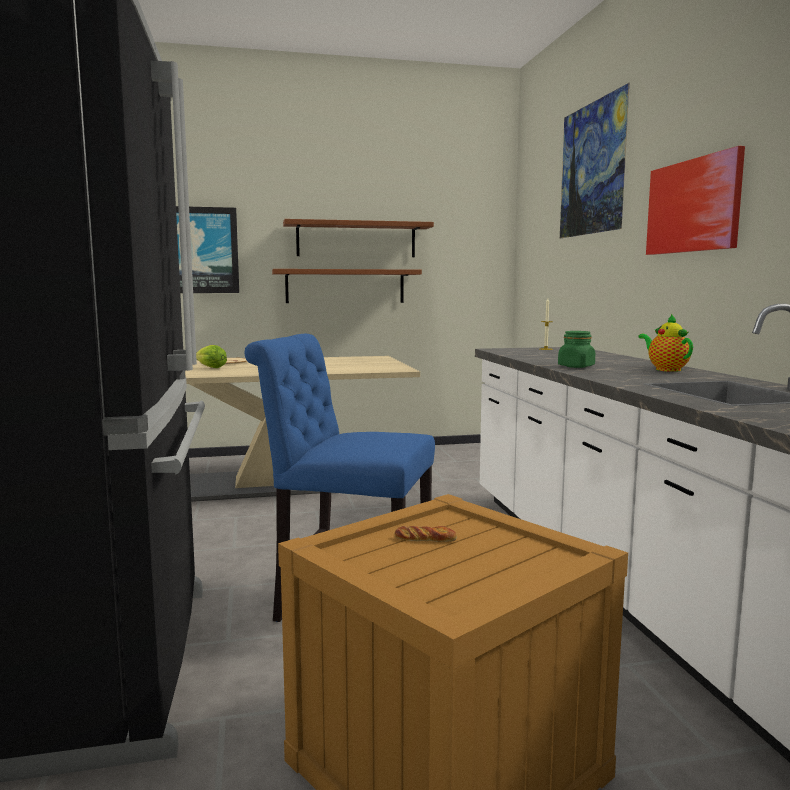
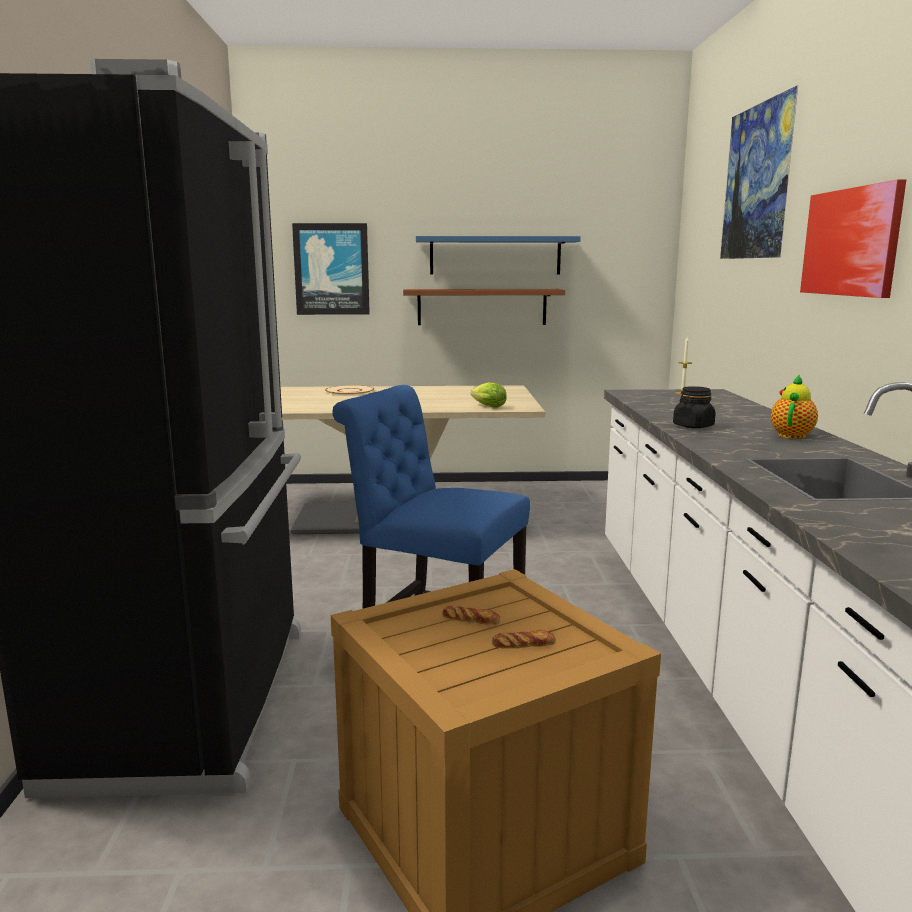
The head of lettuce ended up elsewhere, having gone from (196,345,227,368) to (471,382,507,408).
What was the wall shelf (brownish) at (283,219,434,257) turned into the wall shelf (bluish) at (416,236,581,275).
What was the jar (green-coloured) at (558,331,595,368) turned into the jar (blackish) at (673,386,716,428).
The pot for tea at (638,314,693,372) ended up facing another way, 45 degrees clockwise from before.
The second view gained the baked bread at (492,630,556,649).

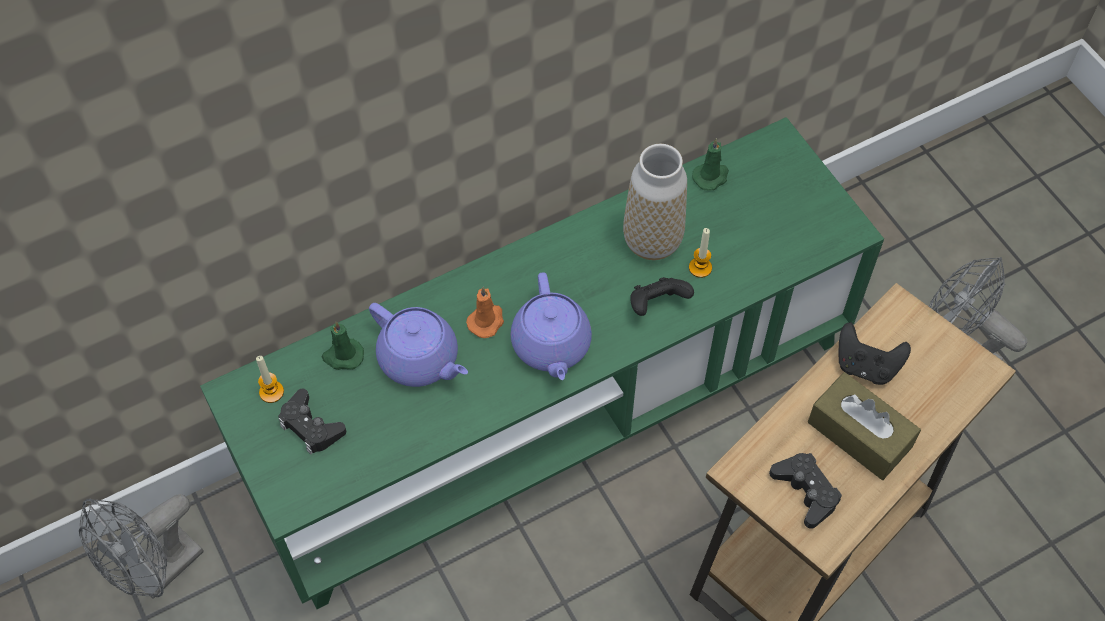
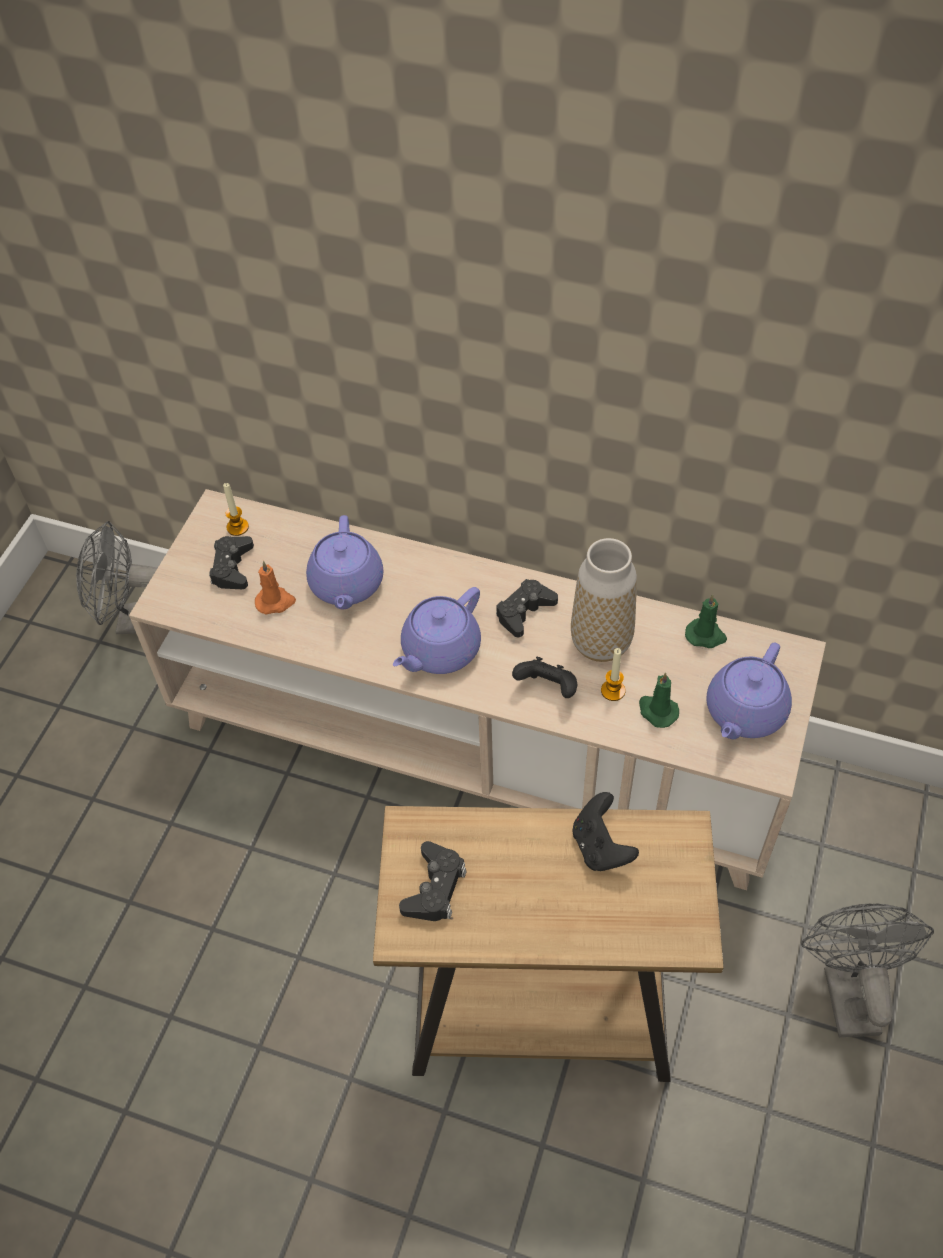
What was the tv unit (green-coloured) at (200,117,884,609) turned into the tv unit (sand-coloured) at (129,489,826,890).
The wax light (green-coloured) ended up elsewhere, having gone from (322,321,364,370) to (639,672,679,728).
The wax light (orange) ended up elsewhere, having gone from (466,287,504,338) to (255,561,296,615).
The second view lost the box of tissues (brownish) at (808,372,921,480).
The second view gained the gamepad (blackish) at (496,579,558,637).
The second view gained the pot for tea (purple-coloured) at (707,643,792,739).

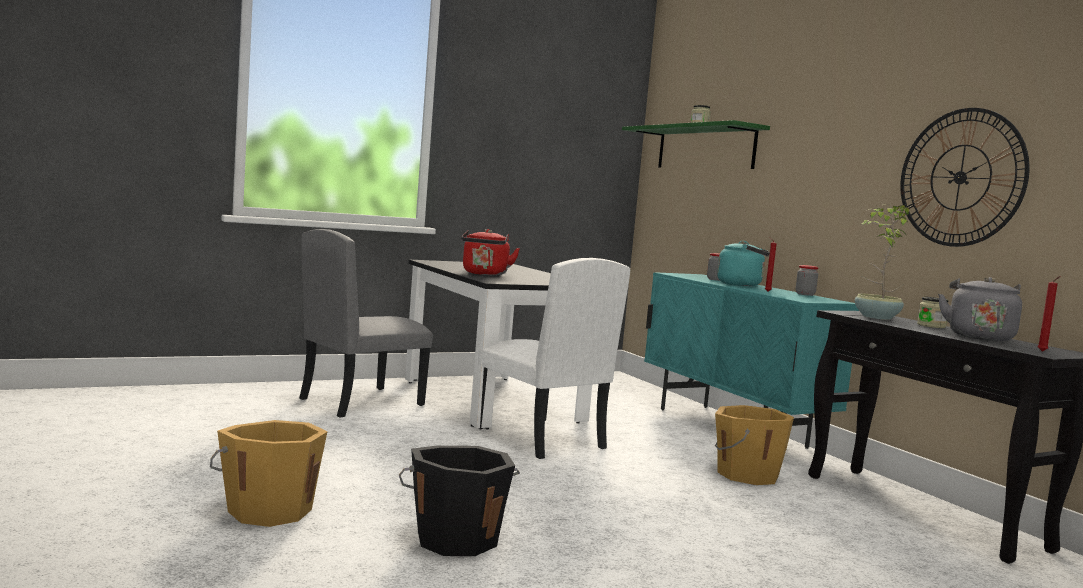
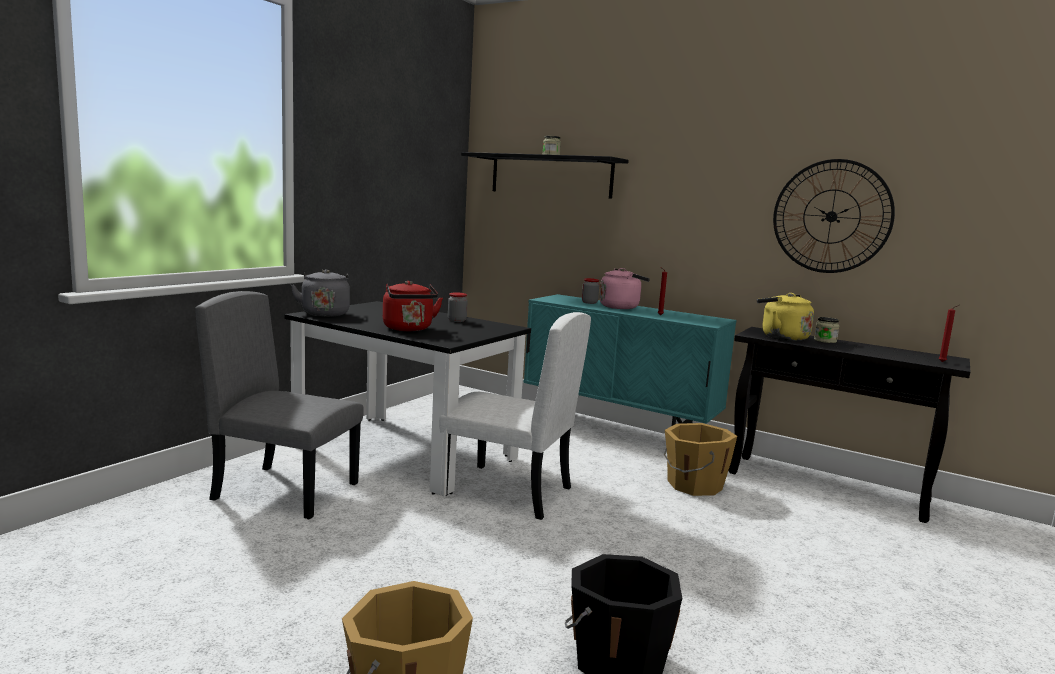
The upright chair (greyish) at (299,229,433,417) ended up facing another way, 90 degrees clockwise from before.
What was the wall shelf (green-coloured) at (622,120,770,169) turned into the wall shelf (blackish) at (461,152,629,199).
What was the kettle (blue-green) at (717,241,770,286) turned into the kettle (pinkish) at (600,268,650,309).
The jar ended up elsewhere, having gone from (796,265,818,296) to (448,292,468,322).
Where the houseplant stood at (855,204,909,320), the kettle (yellow-coloured) came to stand at (757,293,814,341).
The kettle (greyish) ended up elsewhere, having gone from (938,277,1022,341) to (291,269,350,317).

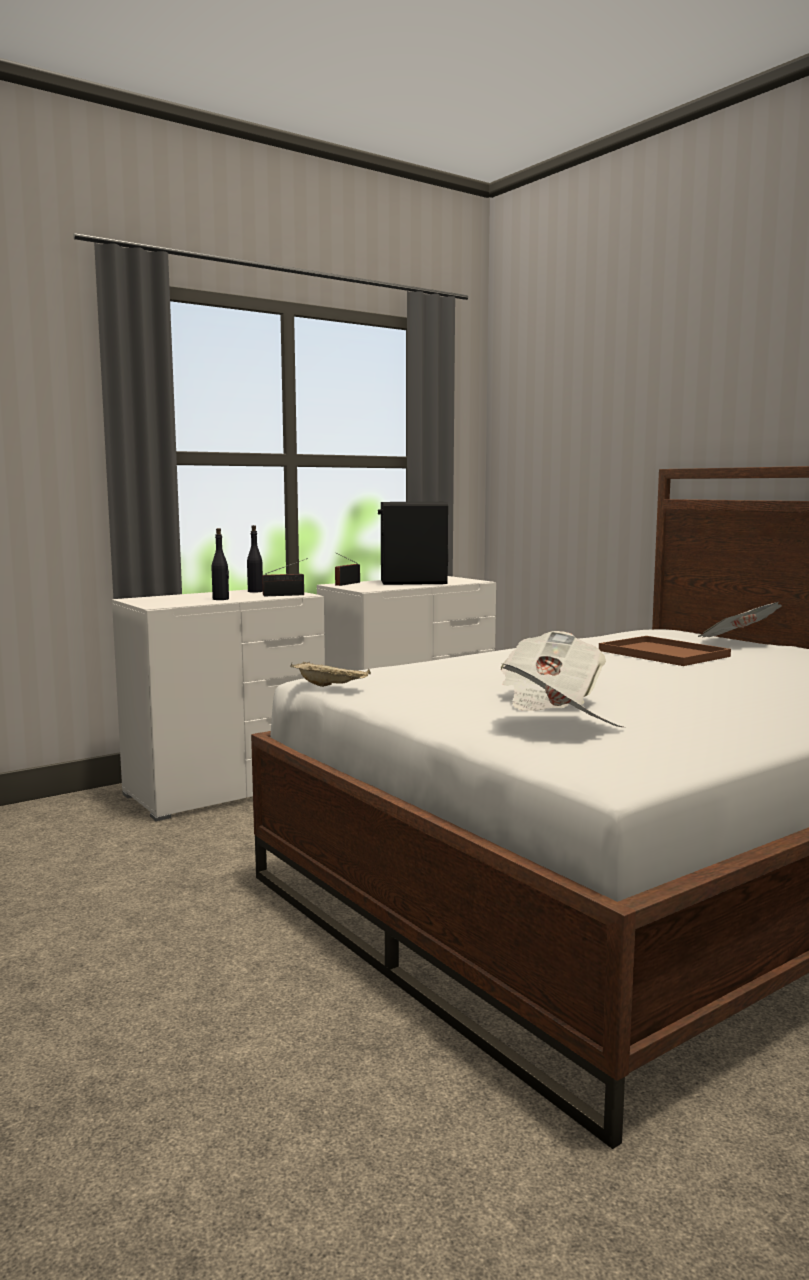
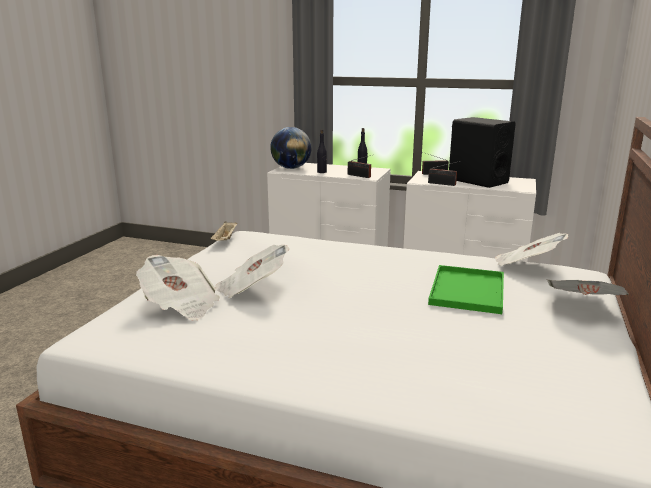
What was the tray (brownish) at (599,636,731,666) turned into the tray (green-coloured) at (428,265,504,314).
The second view gained the globe at (270,127,312,169).
The second view gained the radio receiver at (428,161,460,186).
The second view gained the newspaper at (495,233,568,266).

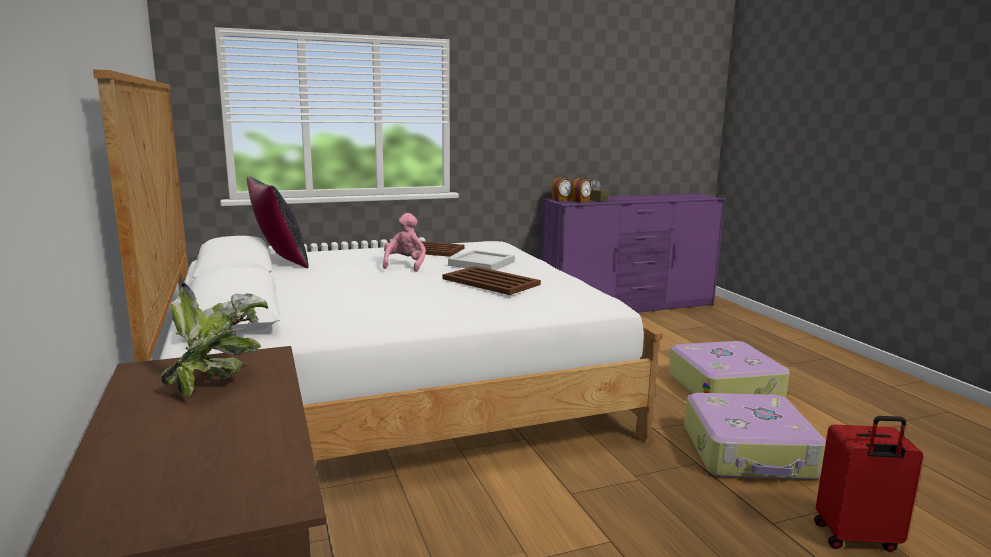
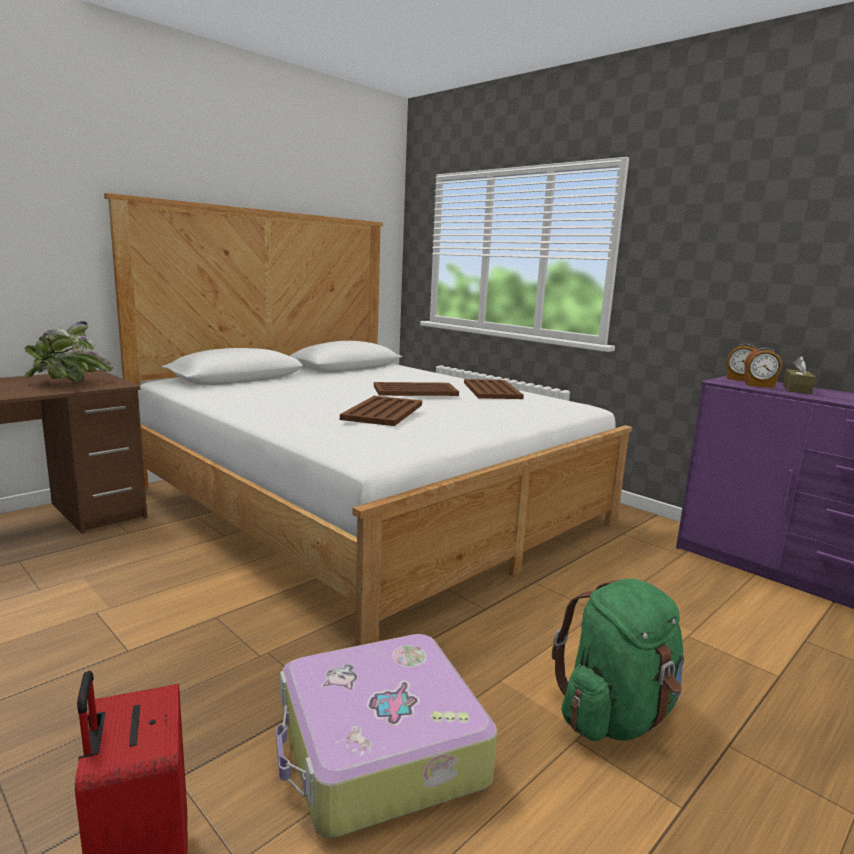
The second view lost the cushion (blackish) at (247,176,309,268).
Where the soft toy (pinkish) stood at (383,213,426,272), the tray (brownish) came to stand at (374,382,459,396).
The second view lost the tray (whitish) at (448,250,515,270).
Where the piece of luggage stood at (669,341,790,398), the rucksack (green-coloured) came to stand at (552,579,684,741).

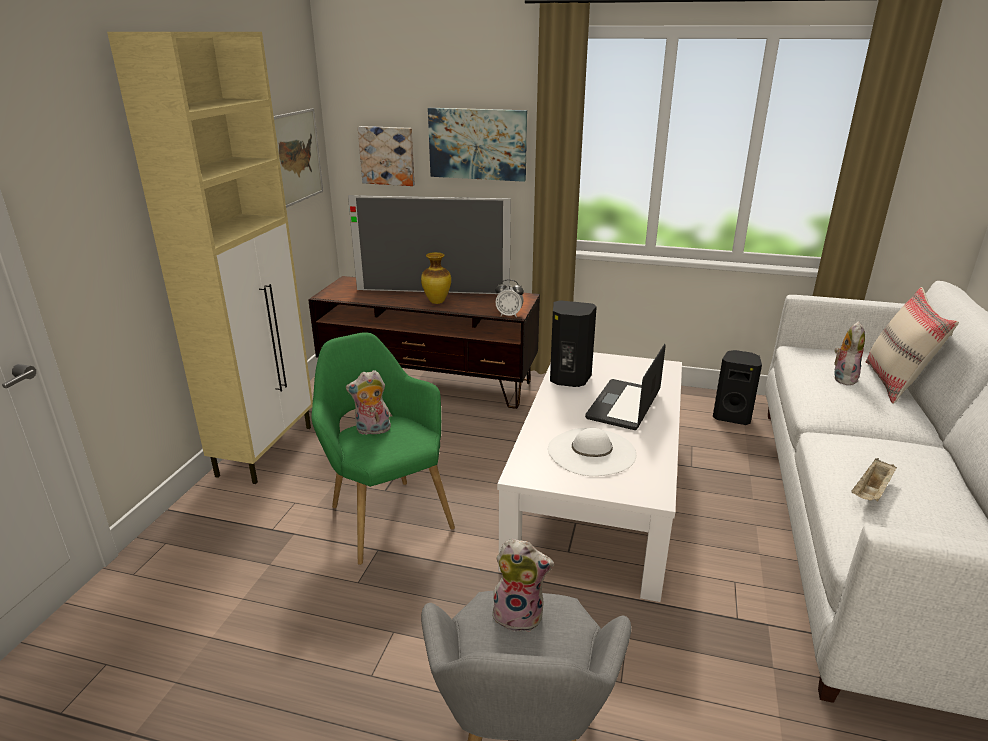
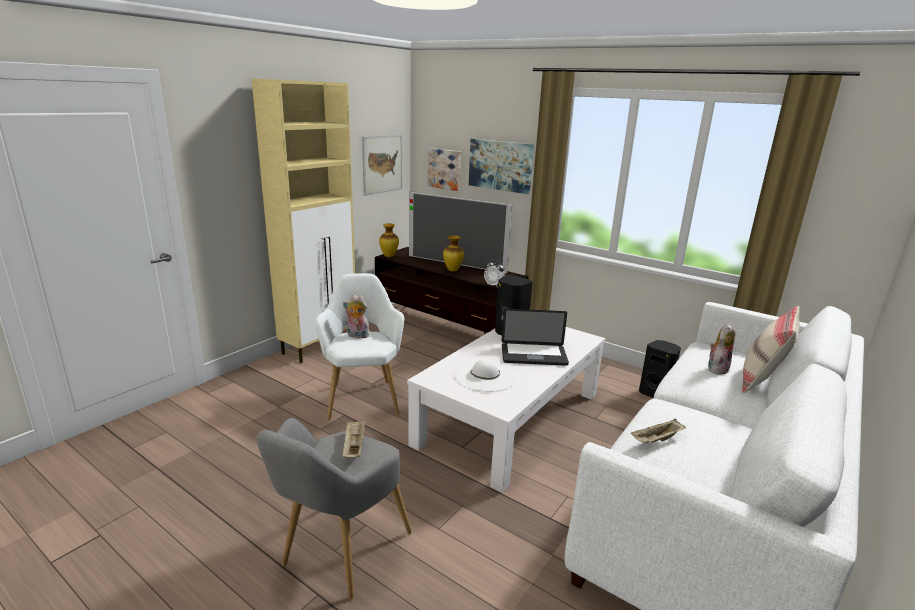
What was the lounge chair (green-coloured) at (311,332,455,565) turned into the lounge chair (whitish) at (315,273,404,420).
Where the soft toy stood at (492,539,554,632), the tray (sand-coloured) came to stand at (342,420,366,457).
The portable computer at (585,344,666,430) ended up facing another way, 135 degrees counterclockwise from before.
The second view gained the flower vase at (379,224,399,257).

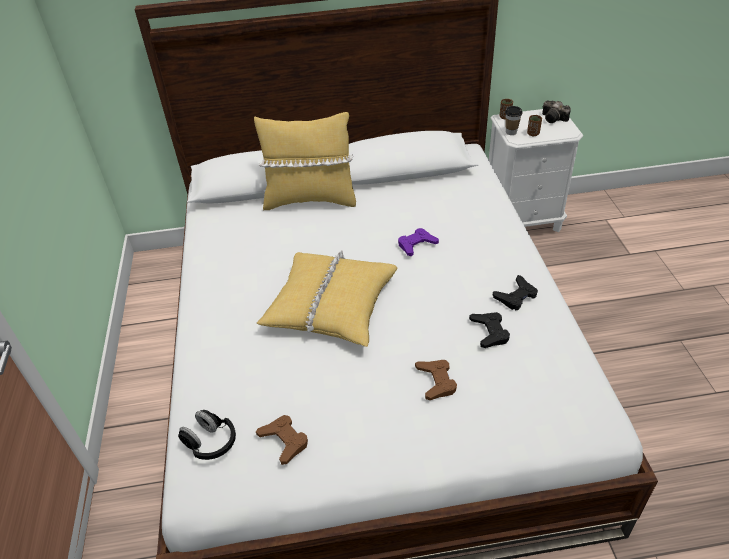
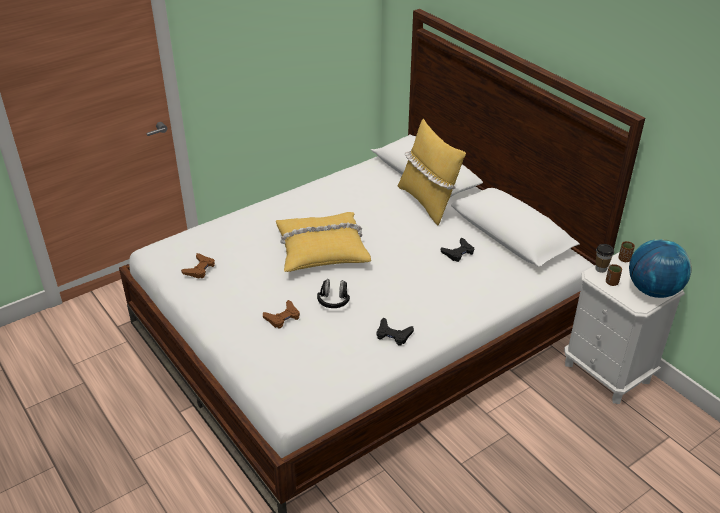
The pair of headphones (blackish) ended up elsewhere, having gone from (178,410,236,460) to (317,279,350,308).
The second view lost the gamepad (purple-coloured) at (398,228,439,256).
The gamepad (blackish) ended up elsewhere, having gone from (469,312,510,348) to (441,237,475,262).
Where the photo camera stood at (542,100,571,123), the globe came to stand at (629,239,692,298).

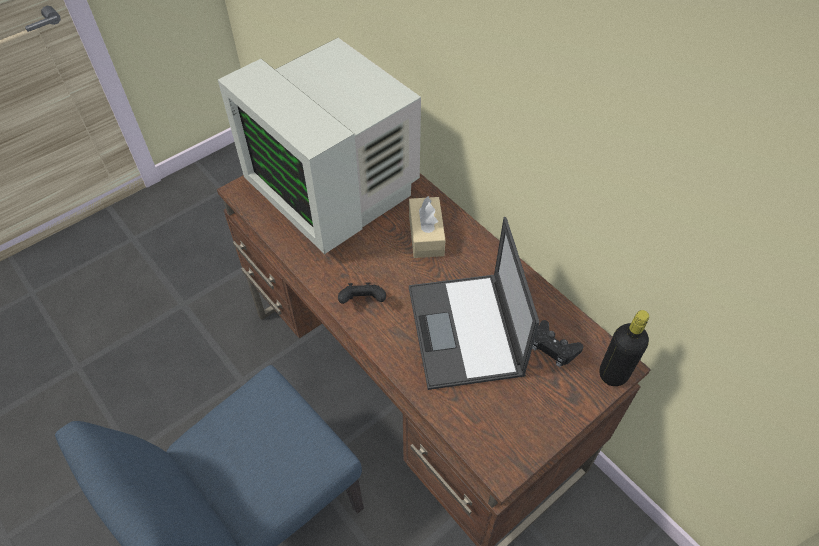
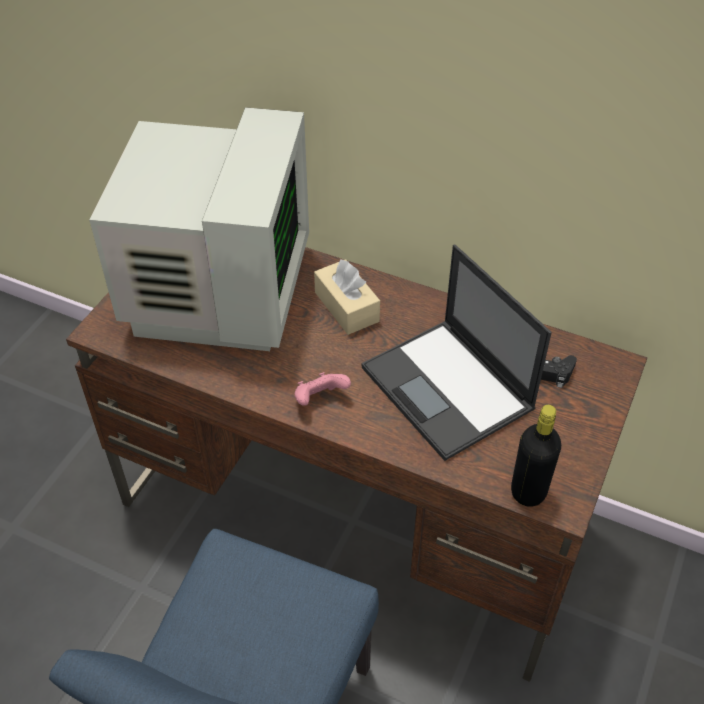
The computer display at (218,38,421,254) ended up facing another way, 105 degrees counterclockwise from before.
What was the gamepad (blackish) at (338,282,386,304) turned into the gamepad (pinkish) at (295,372,351,406).
The drink bottle (blackish) ended up elsewhere, having gone from (599,310,649,386) to (511,405,561,507).

